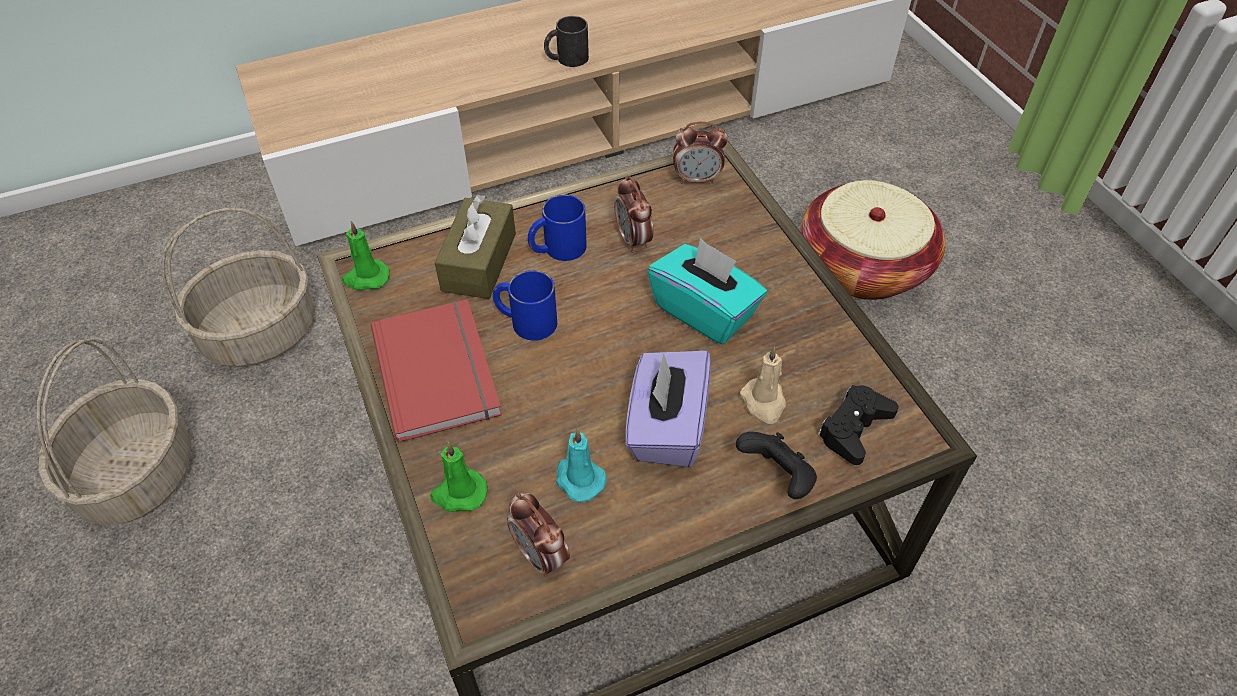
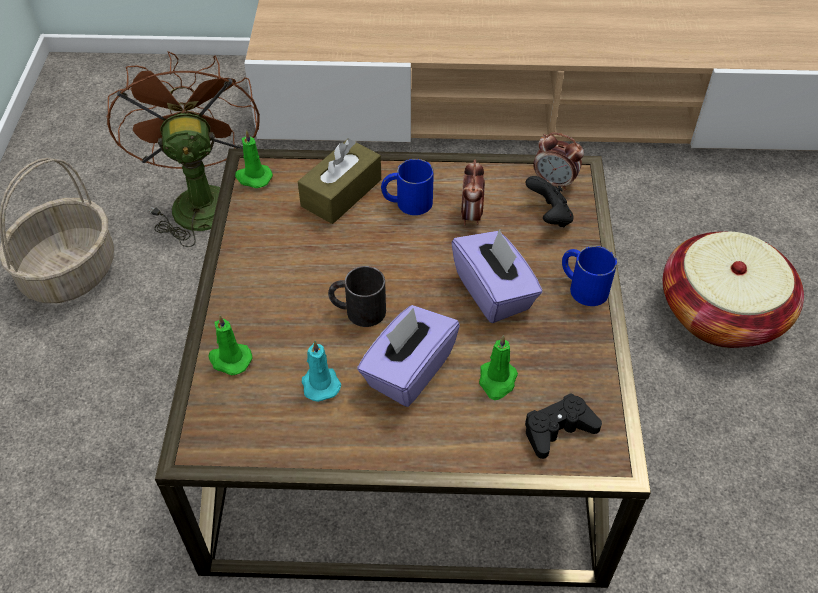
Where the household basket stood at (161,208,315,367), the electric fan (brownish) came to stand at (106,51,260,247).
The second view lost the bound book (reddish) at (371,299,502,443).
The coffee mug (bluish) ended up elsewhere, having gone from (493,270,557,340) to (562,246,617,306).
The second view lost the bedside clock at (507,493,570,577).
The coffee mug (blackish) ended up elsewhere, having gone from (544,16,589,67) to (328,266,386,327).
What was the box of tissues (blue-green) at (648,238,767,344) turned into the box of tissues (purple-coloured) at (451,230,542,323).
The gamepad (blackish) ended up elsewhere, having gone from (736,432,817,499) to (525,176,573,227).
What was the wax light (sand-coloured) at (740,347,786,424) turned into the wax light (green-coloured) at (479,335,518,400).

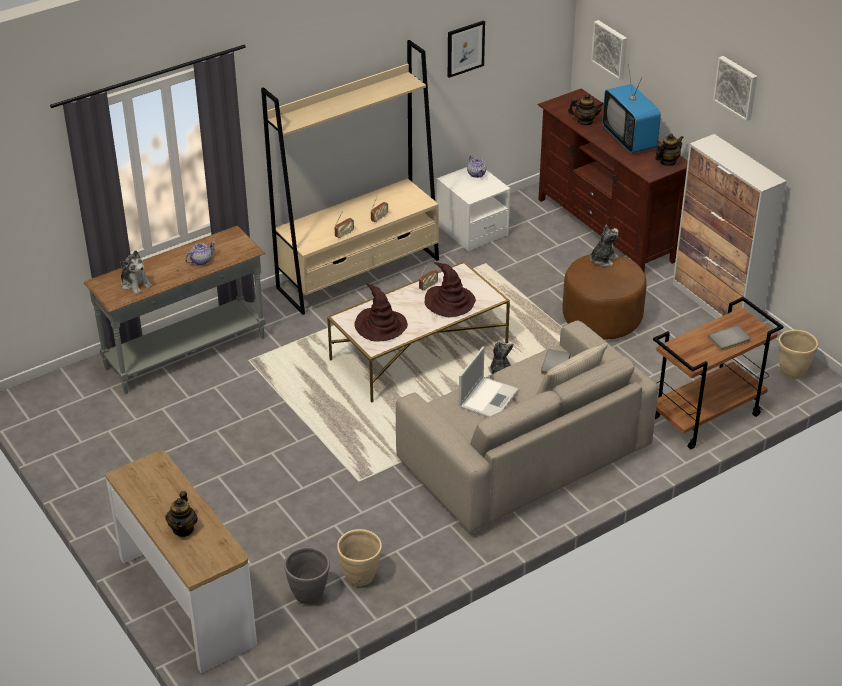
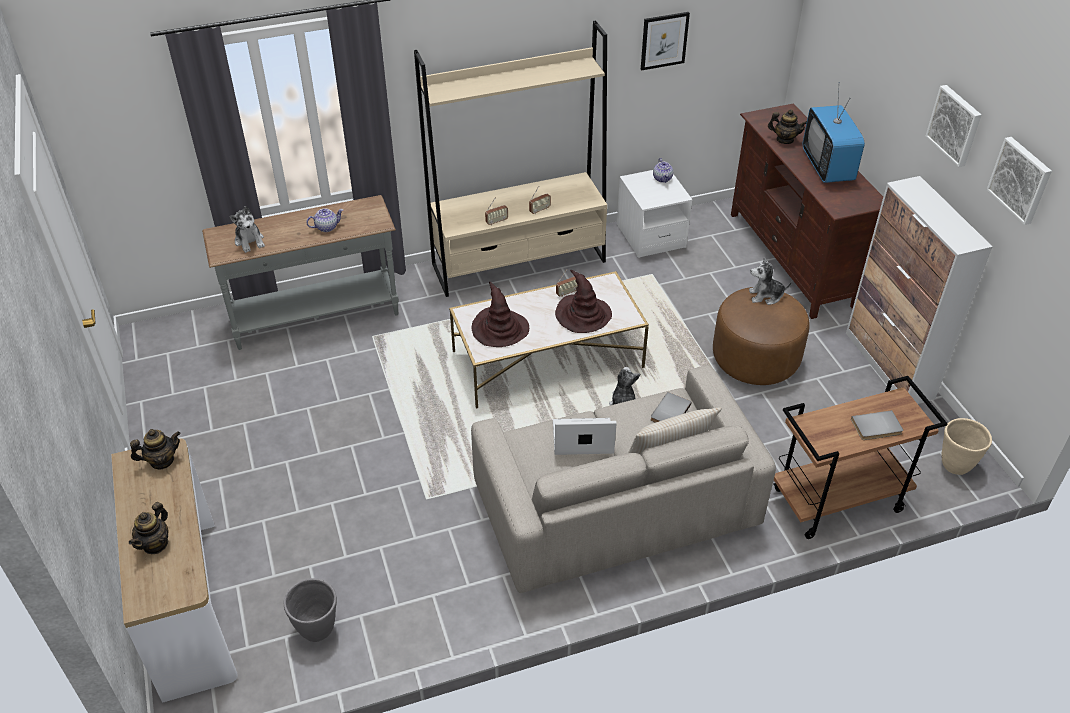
The second view lost the flower pot (sand-coloured) at (337,529,382,586).
The portable computer at (459,347,519,417) ended up facing another way, 135 degrees counterclockwise from before.
The soft toy at (590,224,619,267) ended up facing another way, 150 degrees counterclockwise from before.
The wall art ended up elsewhere, having gone from (591,20,627,80) to (986,137,1052,225).
The pot for tea ended up elsewhere, having gone from (655,134,684,166) to (130,429,181,470).

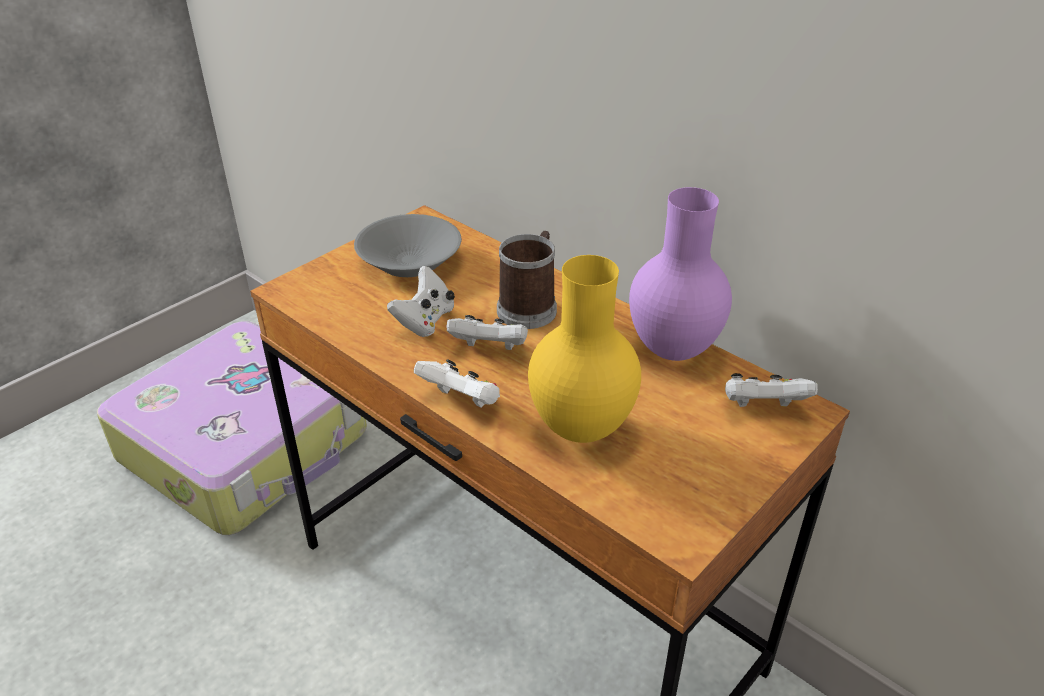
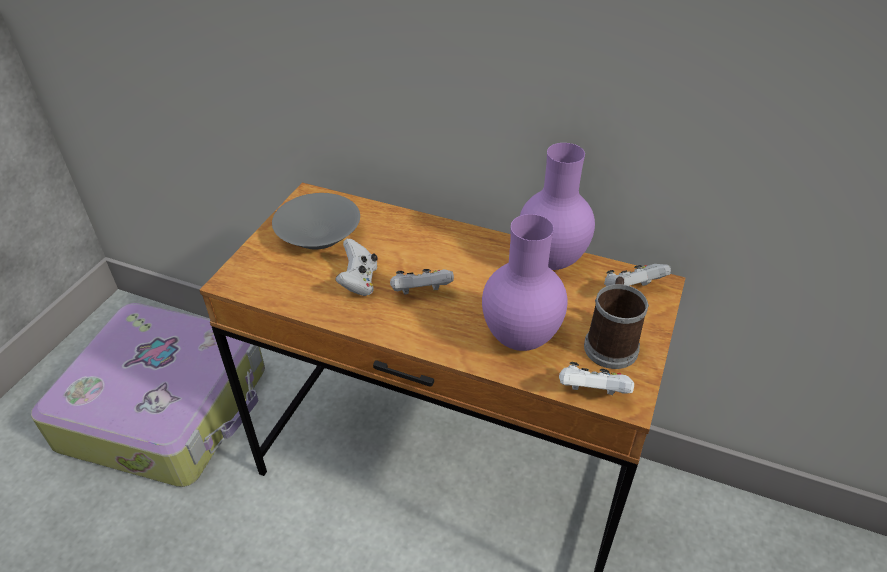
The gamepad (whitish) ended up elsewhere, having gone from (414,360,500,407) to (559,362,634,395).
The coffee mug ended up elsewhere, having gone from (497,231,557,329) to (584,277,649,369).
What was the flower vase (yellow-coloured) at (528,255,641,443) turned into the flower vase (purple-coloured) at (482,214,568,351).

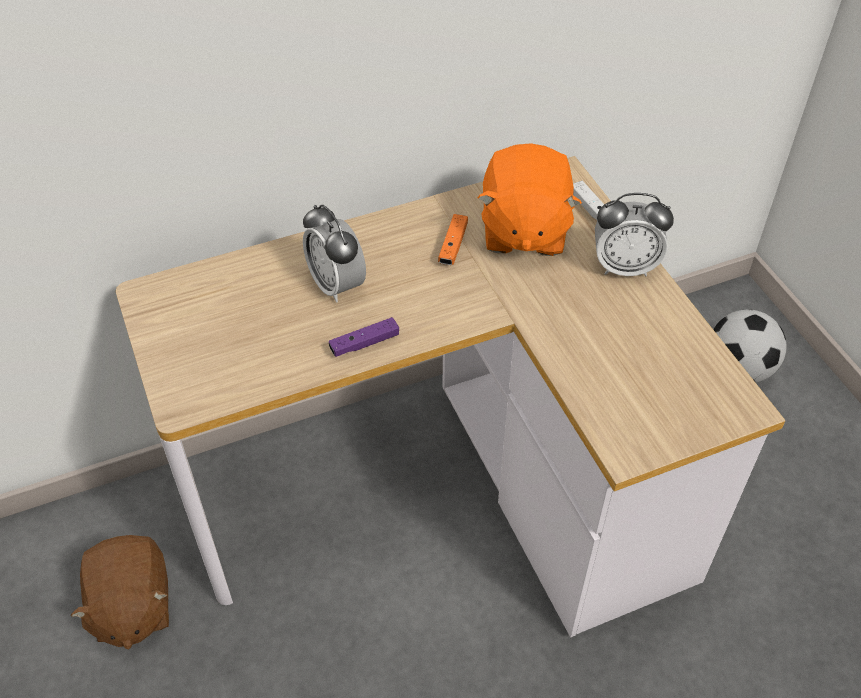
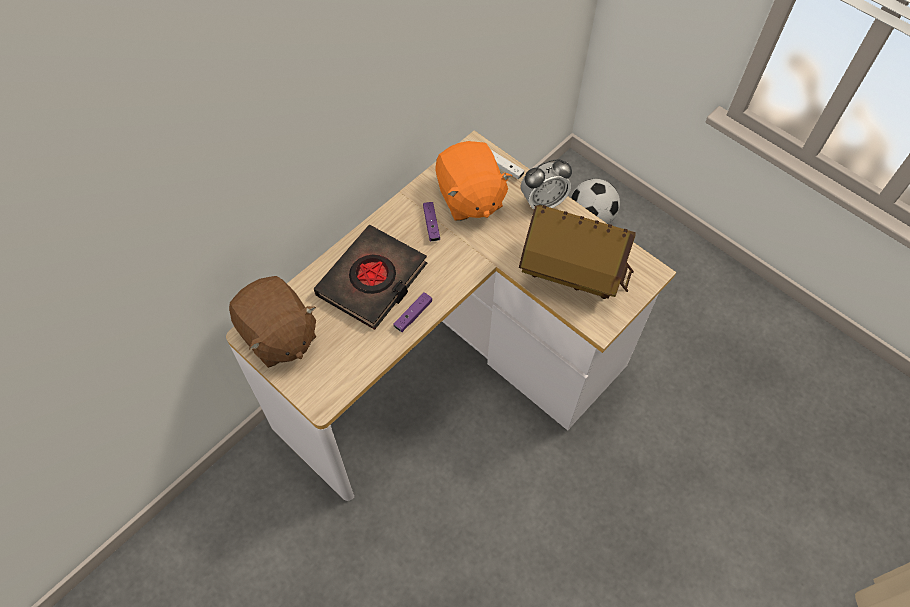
The soft toy (brownish) ended up elsewhere, having gone from (71,535,169,649) to (229,276,316,368).
Where the bedside clock stood at (303,205,366,303), the bound book (blackish) came to stand at (314,224,428,330).
What was the gamepad (orange) at (438,214,468,265) turned into the gamepad (purple-coloured) at (423,202,440,241).
The second view gained the toy house at (519,205,636,299).

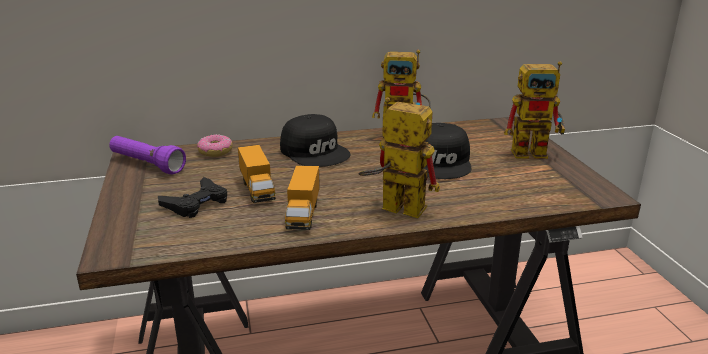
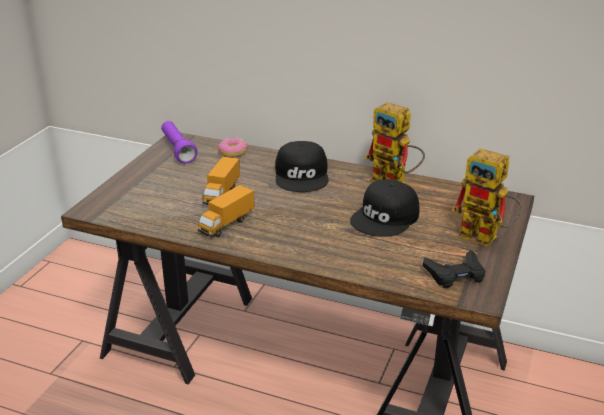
The gamepad (blackish) ended up elsewhere, having gone from (158,177,227,218) to (423,250,485,288).
The second view lost the model robot at (358,97,440,218).

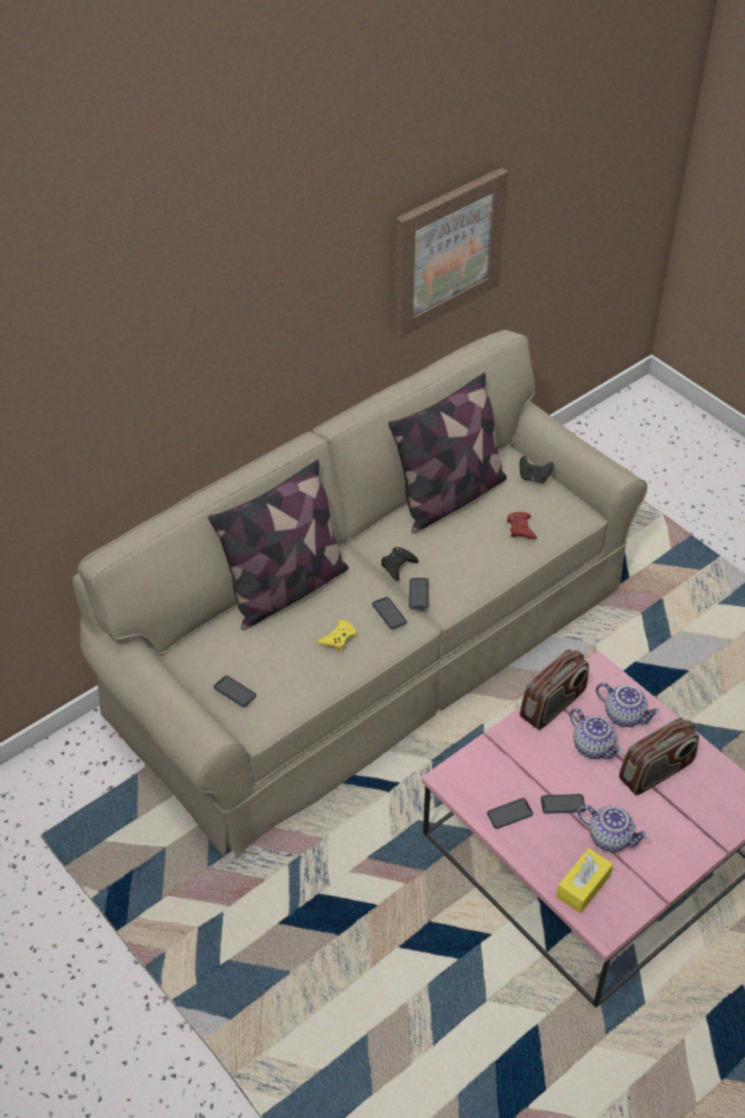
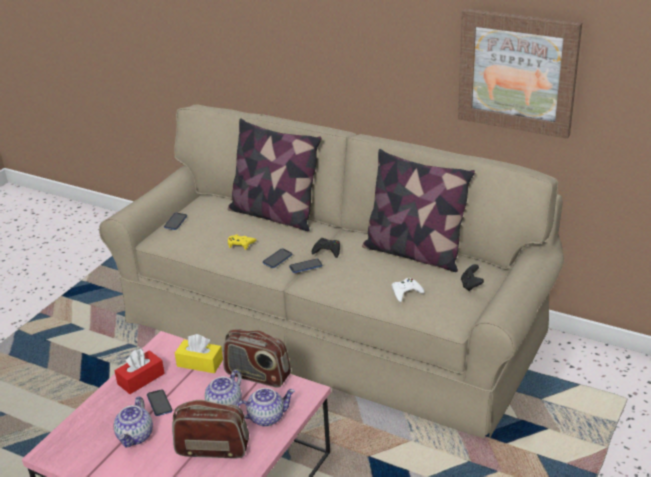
Where the telephone stood at (487,798,533,829), the box of tissues (reddish) came to stand at (115,349,165,394).
What was the gamepad (reddish) at (507,512,537,539) turned into the gamepad (whitish) at (392,278,424,302).
The box of tissues (yellow-coloured) ended up elsewhere, having gone from (556,848,613,913) to (175,334,223,373).
The pot for tea at (596,683,660,727) ended up facing another way, 120 degrees counterclockwise from before.
The radio receiver at (619,717,699,796) ended up facing another way, 150 degrees clockwise from before.

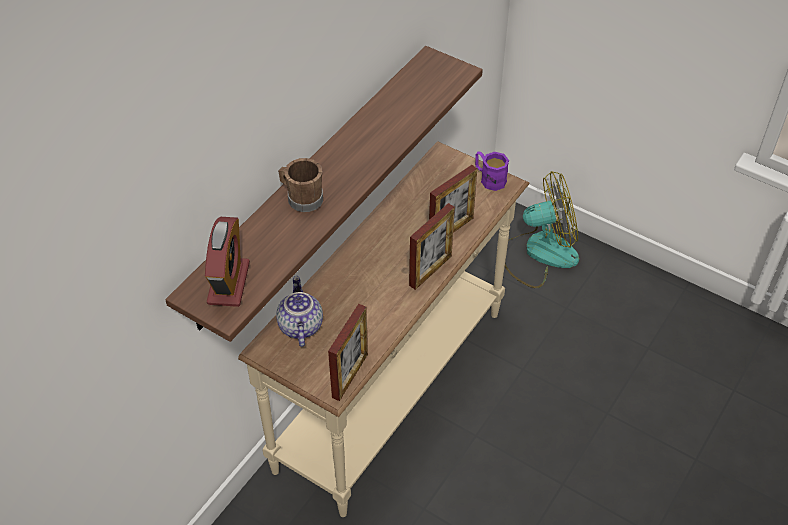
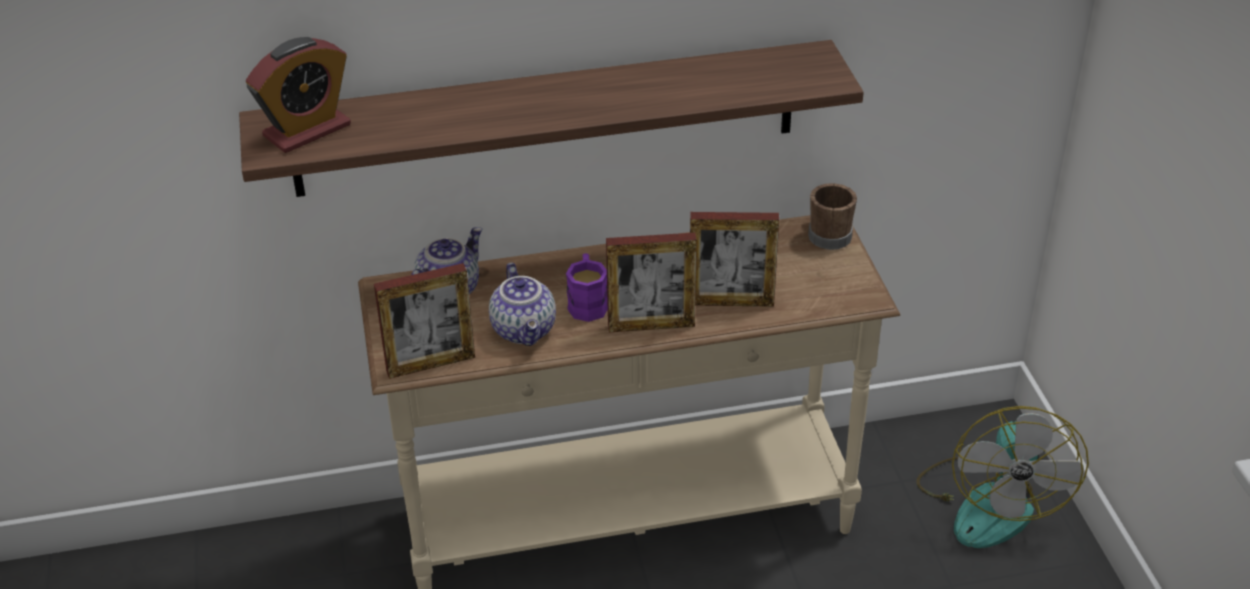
The coffee mug (brownish) ended up elsewhere, having gone from (278,158,323,212) to (808,183,857,250).
The coffee mug (purple-coloured) ended up elsewhere, having gone from (475,151,509,191) to (566,253,608,322).
The electric fan at (505,171,579,288) ended up facing another way, 60 degrees clockwise from before.
The second view gained the pot for tea at (489,263,556,346).

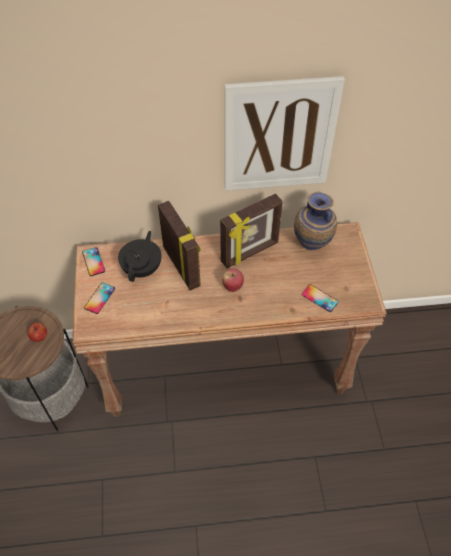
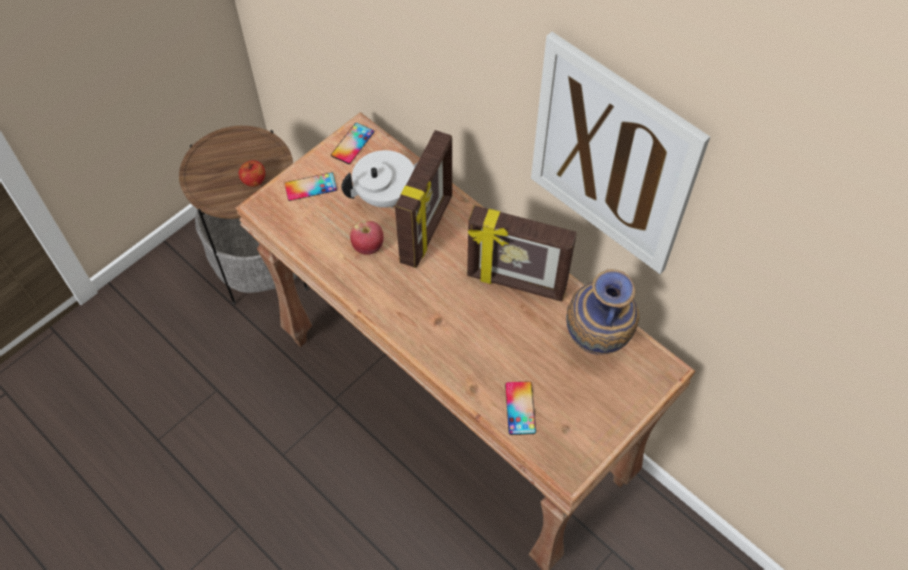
What was the pot for tea (blackish) at (118,231,161,282) turned into the pot for tea (whitish) at (341,150,418,208).
The apple fruit ended up elsewhere, having gone from (222,268,244,292) to (350,221,384,255).

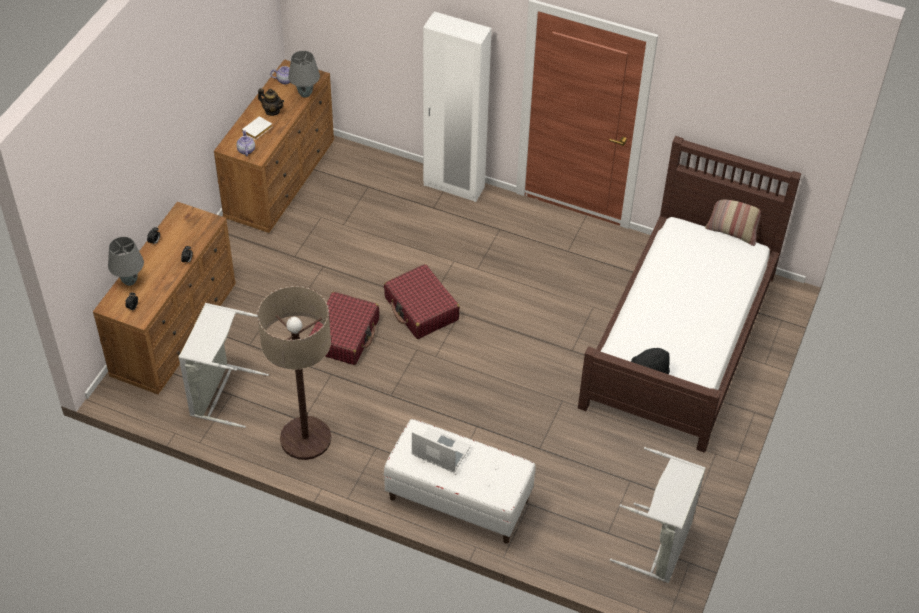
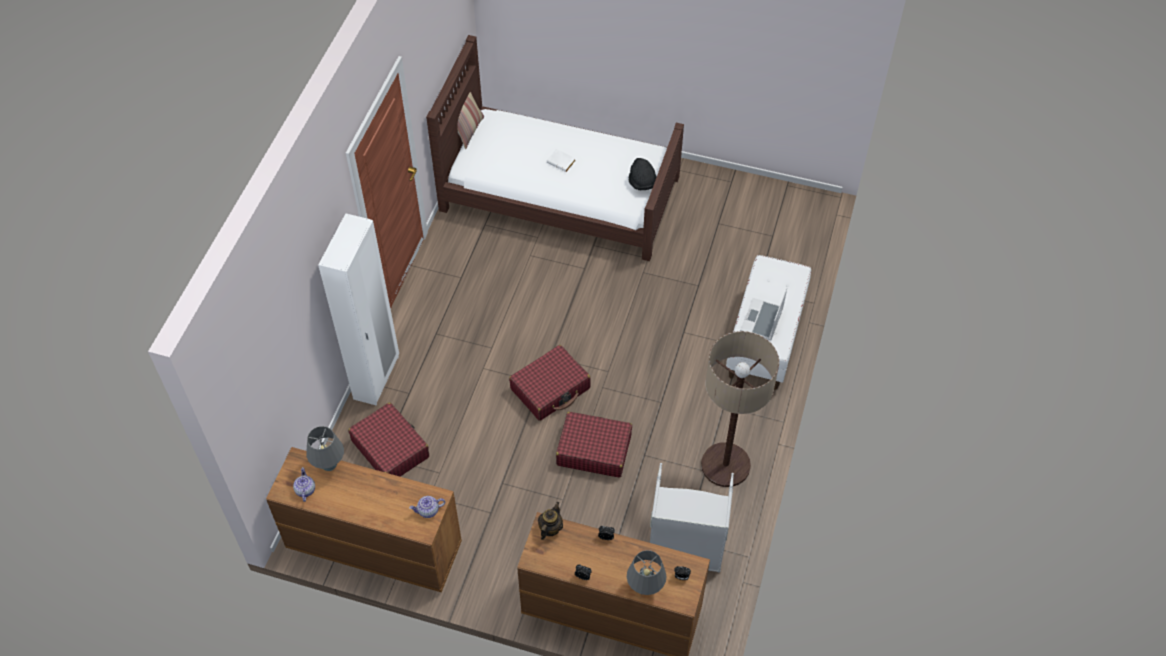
The bound book (whitish) ended up elsewhere, having gone from (242,117,272,140) to (547,149,576,172).
The pot for tea ended up elsewhere, having gone from (258,88,284,116) to (538,502,563,540).
The second view lost the washing basket (greyish) at (610,447,706,583).
The second view gained the piece of luggage (reddish) at (348,402,429,476).

